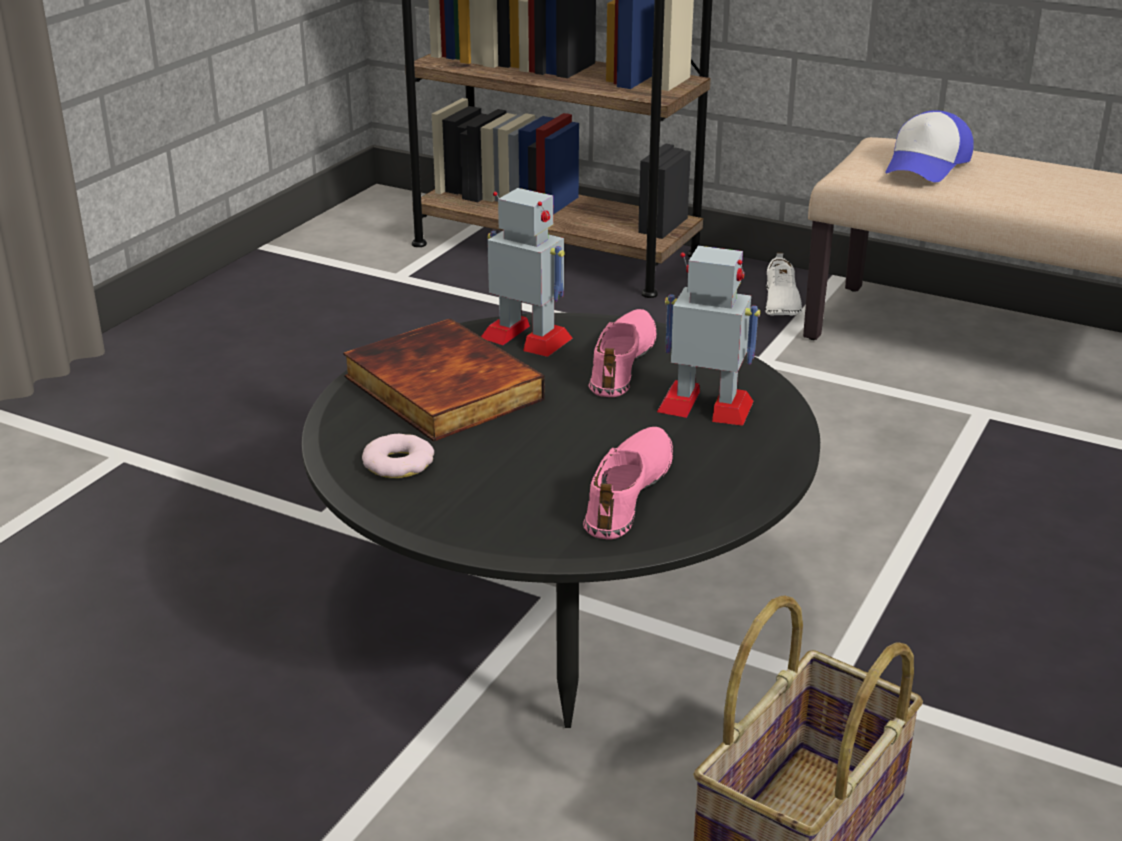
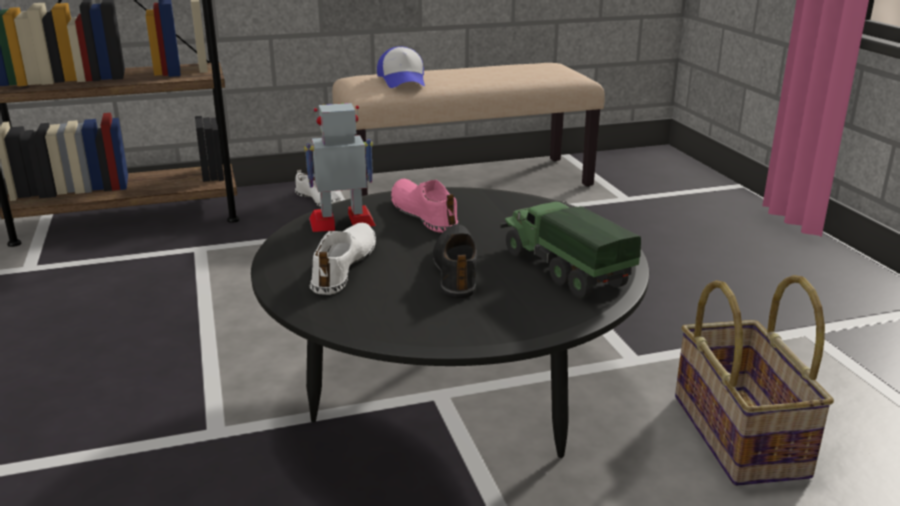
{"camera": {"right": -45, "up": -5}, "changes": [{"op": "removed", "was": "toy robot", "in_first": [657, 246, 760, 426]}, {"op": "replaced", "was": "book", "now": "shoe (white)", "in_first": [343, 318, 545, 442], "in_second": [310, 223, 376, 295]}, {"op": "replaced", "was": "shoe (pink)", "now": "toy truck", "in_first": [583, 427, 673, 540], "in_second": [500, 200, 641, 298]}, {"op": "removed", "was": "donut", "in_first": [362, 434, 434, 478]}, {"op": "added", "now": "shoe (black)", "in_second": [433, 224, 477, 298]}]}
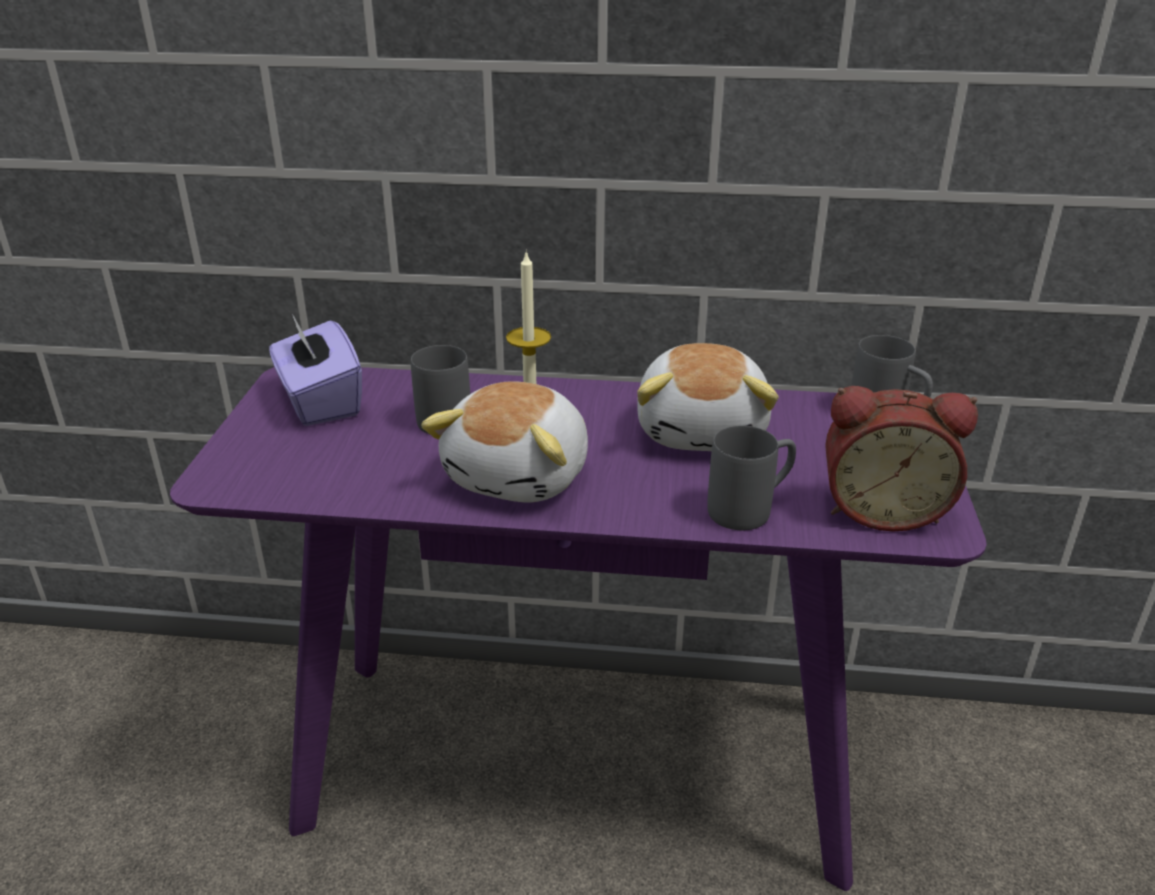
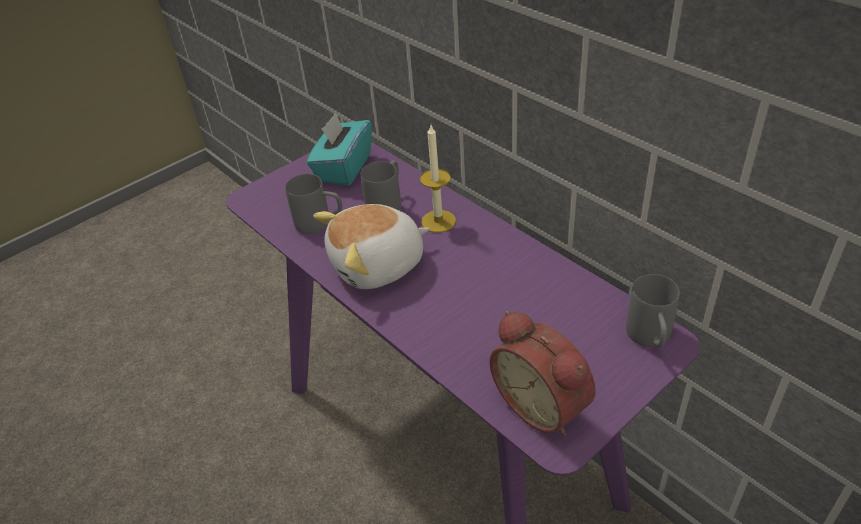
{"camera": {"right": 45, "up": 10}, "changes": [{"op": "recoloured", "was": "tissue box (purple)", "now": "tissue box (turquoise)", "in_first": [269, 314, 362, 426], "in_second": [307, 112, 372, 186]}, {"op": "removed", "was": "plush toy", "in_first": [637, 343, 779, 451]}, {"op": "moved", "was": "mug (grey)", "in_first": [707, 425, 796, 530], "in_second": [285, 174, 342, 234]}]}
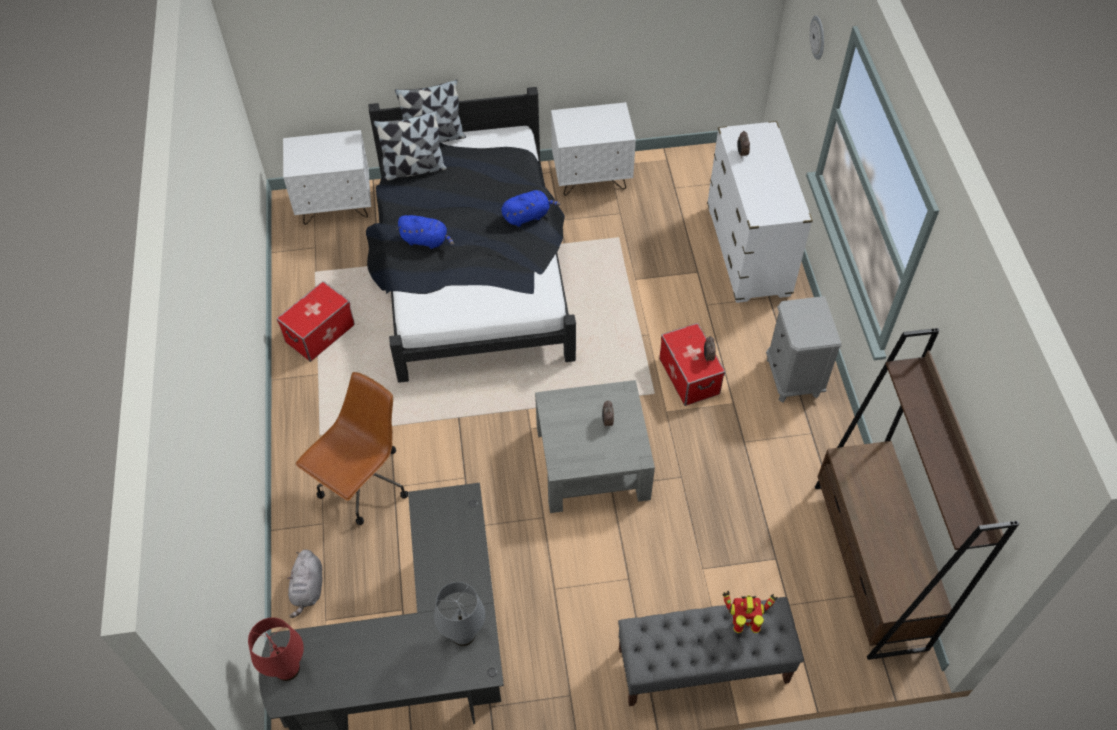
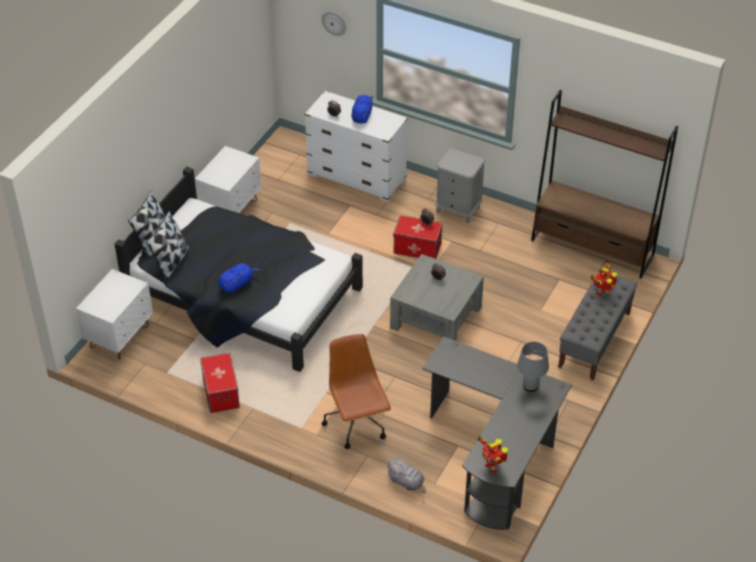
{"camera": {"right": -55, "up": -10}, "changes": [{"op": "moved", "was": "plush toy (blue)", "in_first": [501, 190, 560, 227], "in_second": [351, 95, 373, 123]}, {"op": "replaced", "was": "table lamp (red)", "now": "toy robot", "in_first": [248, 617, 304, 681], "in_second": [478, 435, 508, 473]}]}
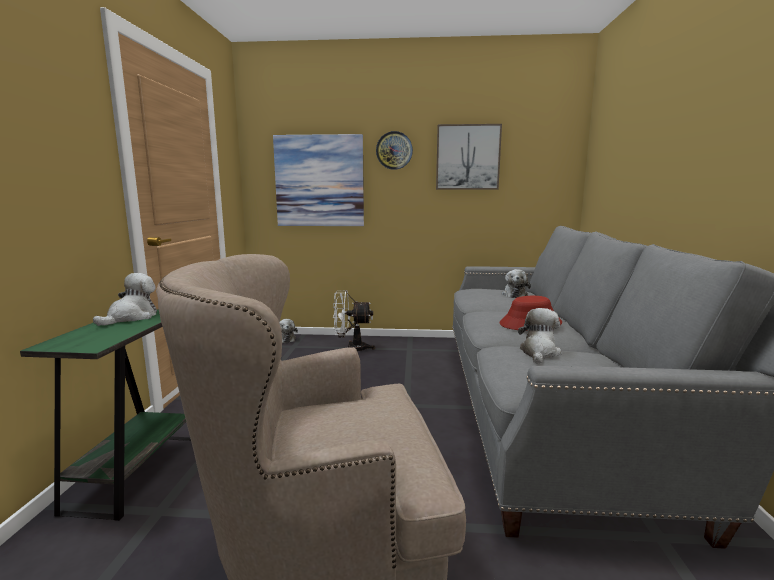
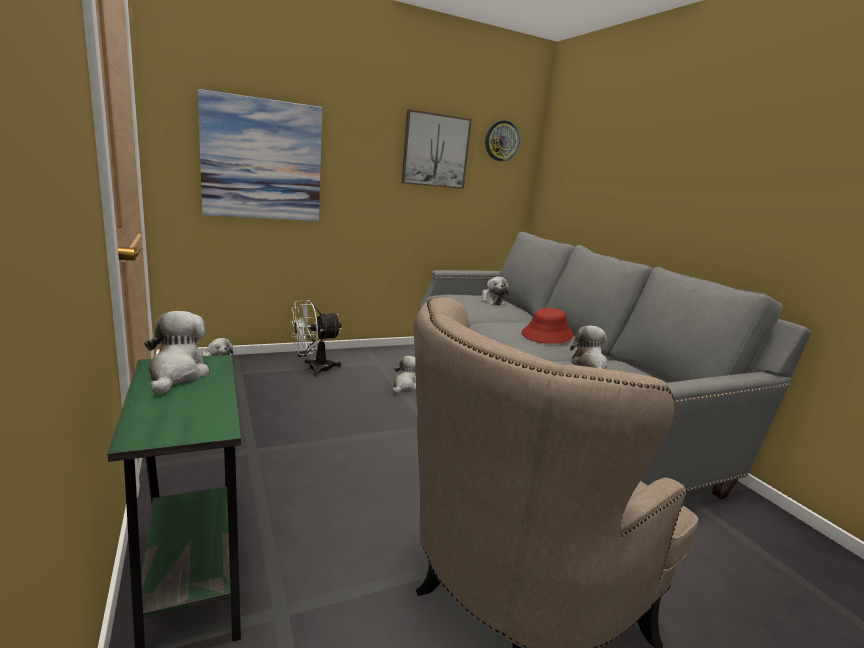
{"camera": {"right": -30, "up": 5}, "changes": [{"op": "moved", "was": "wall clock", "in_first": [376, 131, 413, 170], "in_second": [485, 120, 520, 161]}, {"op": "added", "now": "plush toy", "in_second": [393, 356, 416, 394]}]}
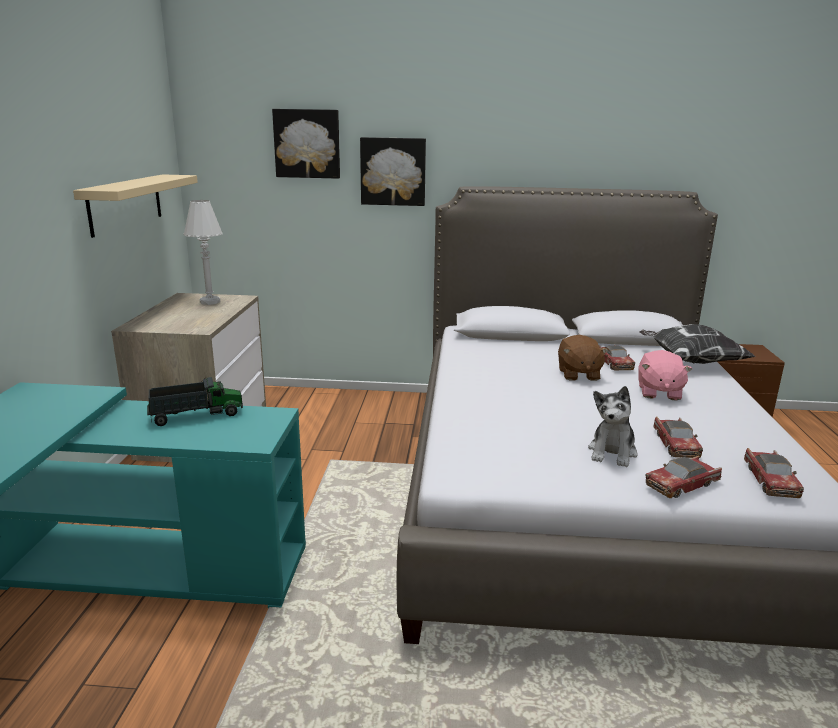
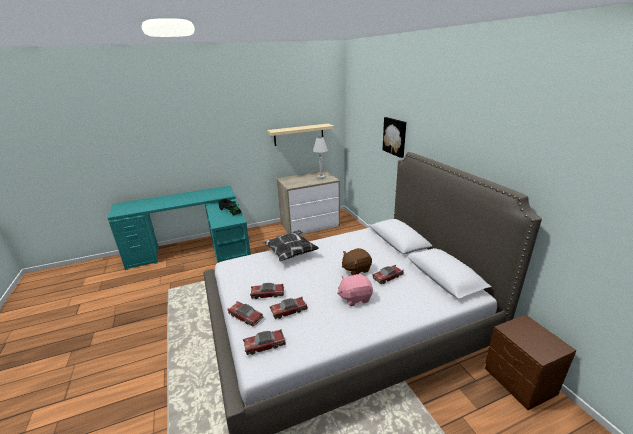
{"camera": {"right": 65, "up": 5}, "changes": [{"op": "removed", "was": "picture", "in_first": [272, 109, 340, 179]}, {"op": "moved", "was": "pillow", "in_first": [639, 324, 755, 364], "in_second": [263, 230, 319, 261]}, {"op": "replaced", "was": "plush toy", "now": "toy car", "in_first": [588, 386, 638, 467], "in_second": [250, 283, 284, 299]}]}
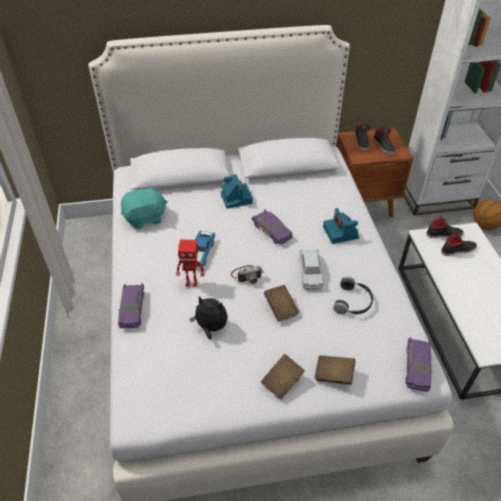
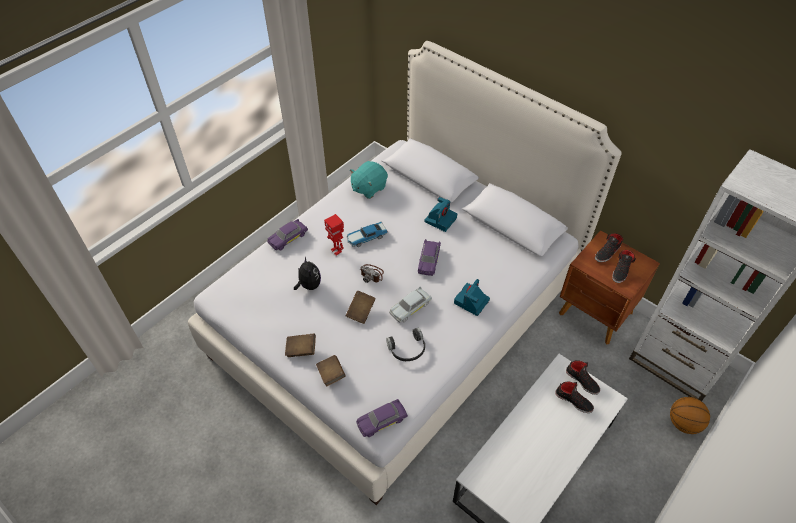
{"camera": {"right": 50, "up": 5}, "changes": [{"op": "turned", "was": "plush toy (turquoise)", "in_first": [121, 185, 168, 229], "in_second": [350, 161, 388, 199], "clockwise": 105}]}
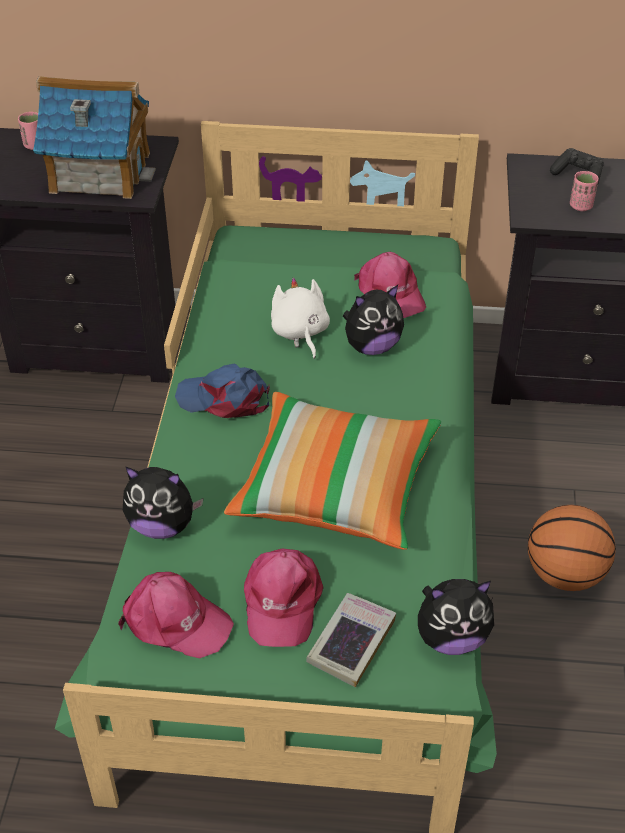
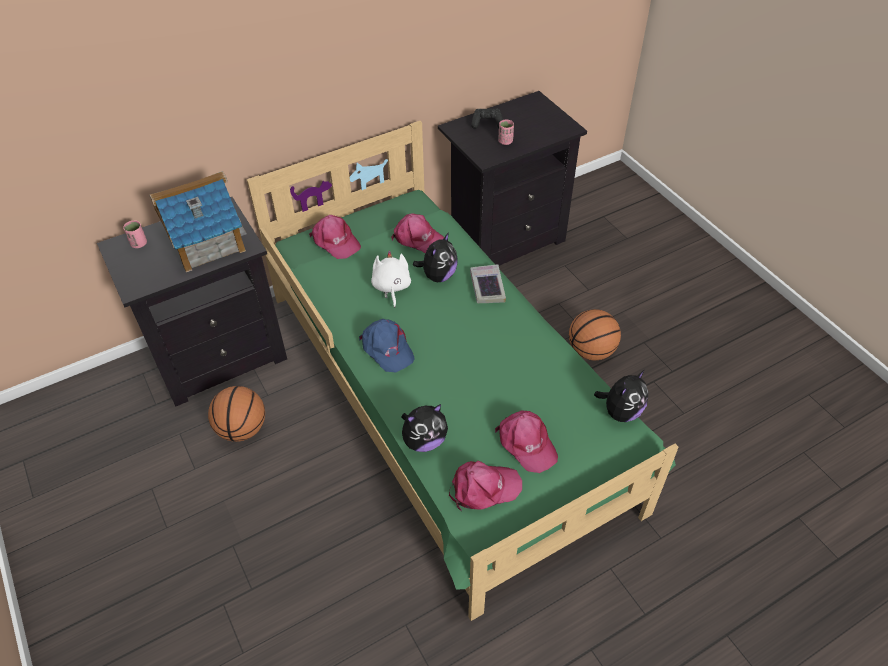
{"camera": {"right": -35, "up": 5}, "changes": [{"op": "turned", "was": "plush toy (white)", "in_first": [271, 277, 330, 359], "in_second": [371, 251, 411, 308], "clockwise": 45}, {"op": "turned", "was": "cap (blue)", "in_first": [175, 363, 270, 418], "in_second": [359, 319, 415, 372], "clockwise": -105}, {"op": "removed", "was": "pillow", "in_first": [224, 392, 442, 550]}, {"op": "moved", "was": "book", "in_first": [306, 593, 396, 687], "in_second": [470, 264, 506, 303]}, {"op": "added", "now": "cap (pink)", "in_second": [309, 215, 361, 259]}, {"op": "added", "now": "basketball", "in_second": [208, 386, 265, 442]}]}
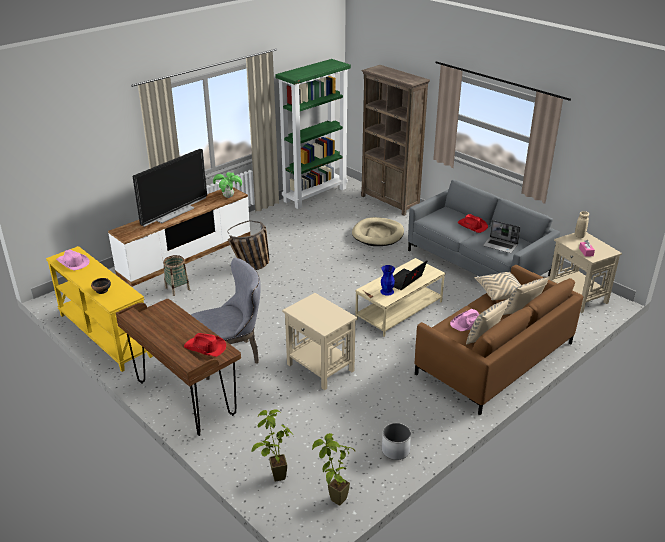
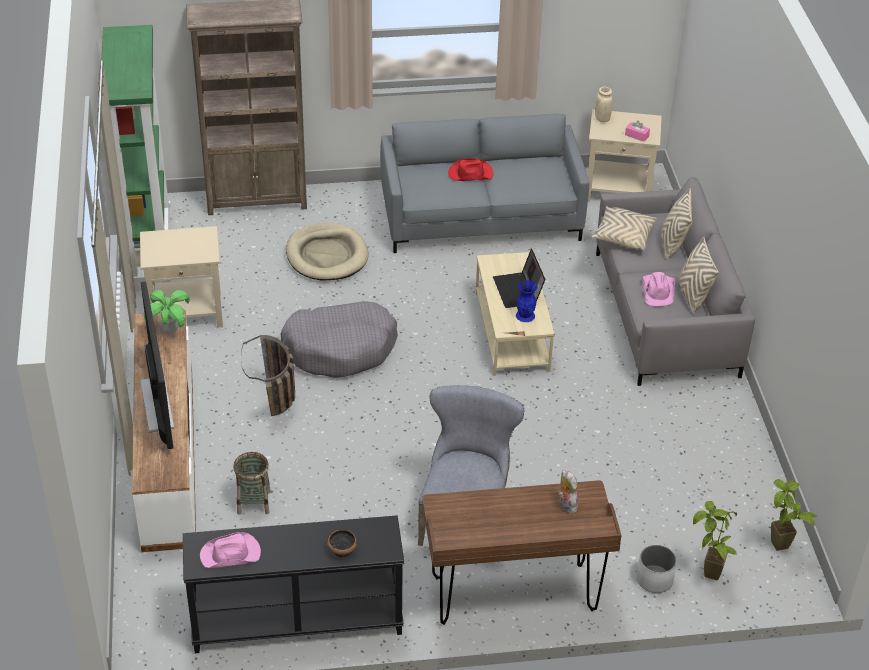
{"camera": {"right": -55, "up": 10}, "changes": [{"op": "removed", "was": "laptop", "in_first": [483, 220, 521, 253]}, {"op": "recoloured", "was": "console table (yellow)", "now": "console table (black)", "in_first": [46, 246, 153, 372], "in_second": [183, 515, 404, 653]}, {"op": "recoloured", "was": "sofa (brown)", "now": "sofa (grey)", "in_first": [415, 265, 583, 415], "in_second": [596, 177, 755, 386]}, {"op": "moved", "was": "side table (beige)", "in_first": [282, 293, 357, 390], "in_second": [140, 226, 223, 328]}, {"op": "replaced", "was": "hat (red)", "now": "plush toy", "in_first": [184, 333, 226, 357], "in_second": [559, 470, 578, 513]}, {"op": "moved", "was": "planter (white)", "in_first": [382, 423, 411, 460], "in_second": [636, 545, 677, 593]}, {"op": "added", "now": "dog bed (grey)", "in_second": [281, 301, 398, 378]}]}
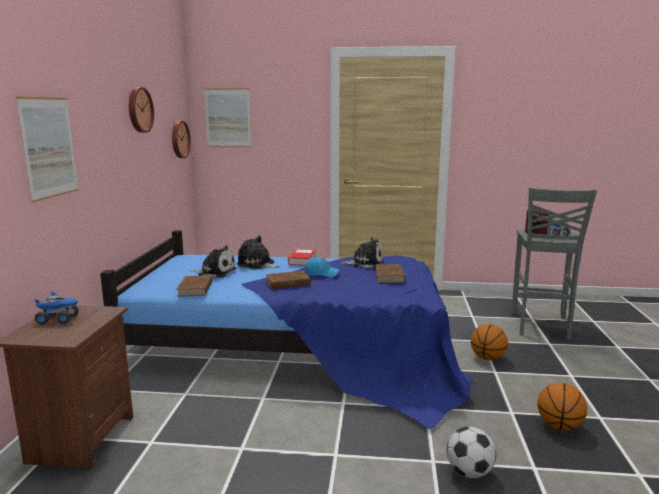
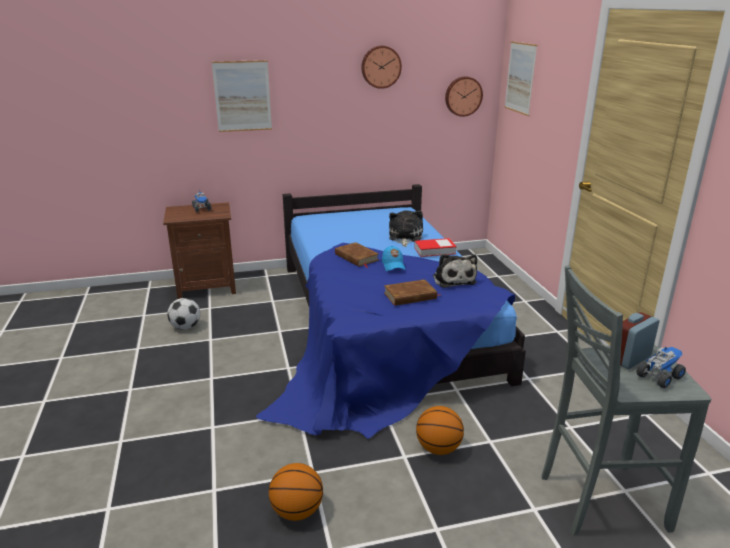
{"camera": {"right": 70, "up": 10}, "changes": [{"op": "removed", "was": "plush toy", "in_first": [190, 245, 236, 278]}, {"op": "removed", "was": "book (brown)", "in_first": [177, 276, 212, 297]}, {"op": "moved", "was": "football", "in_first": [447, 427, 496, 478], "in_second": [167, 298, 200, 330]}]}
